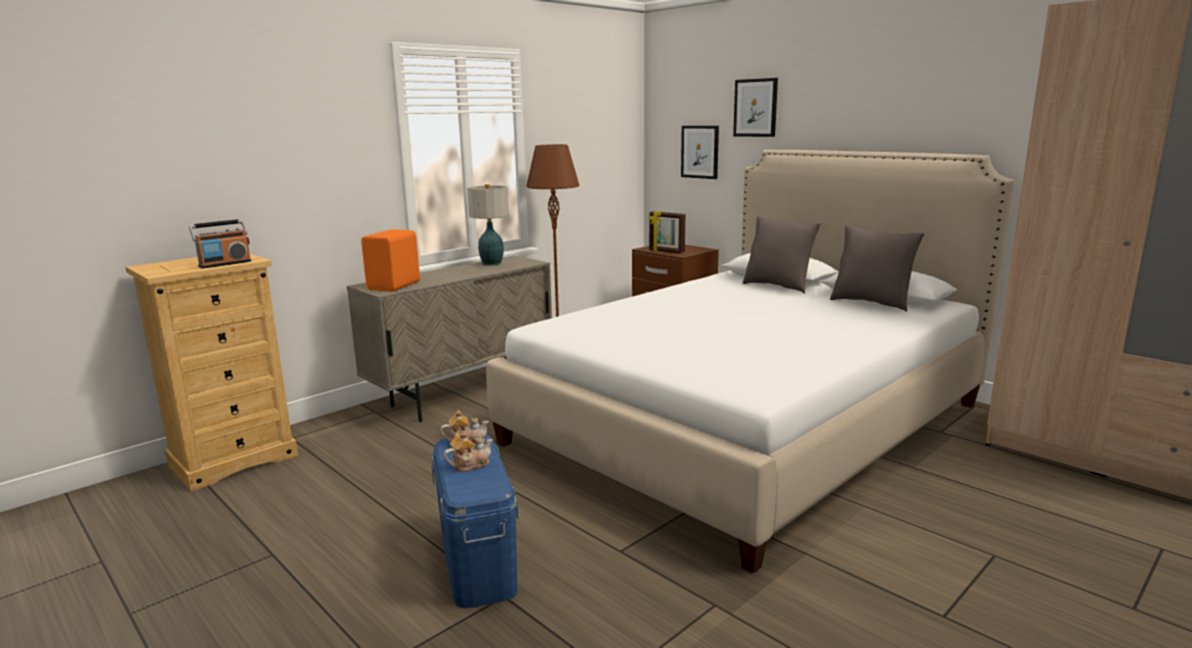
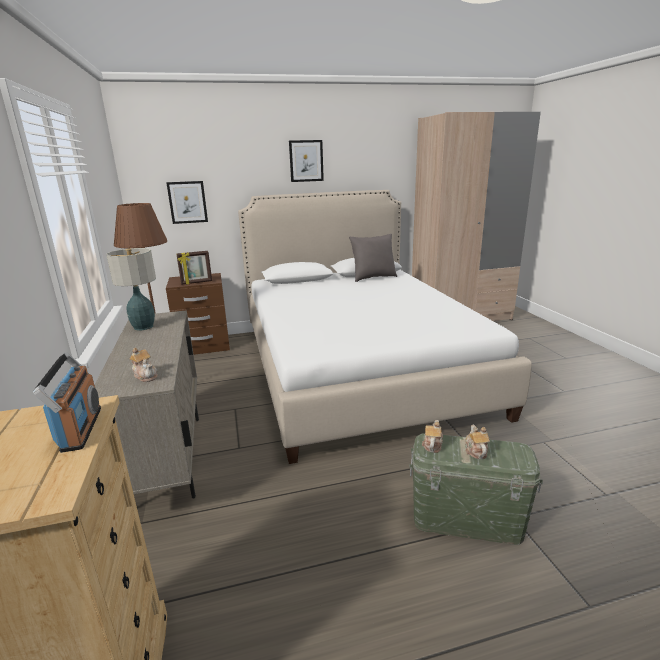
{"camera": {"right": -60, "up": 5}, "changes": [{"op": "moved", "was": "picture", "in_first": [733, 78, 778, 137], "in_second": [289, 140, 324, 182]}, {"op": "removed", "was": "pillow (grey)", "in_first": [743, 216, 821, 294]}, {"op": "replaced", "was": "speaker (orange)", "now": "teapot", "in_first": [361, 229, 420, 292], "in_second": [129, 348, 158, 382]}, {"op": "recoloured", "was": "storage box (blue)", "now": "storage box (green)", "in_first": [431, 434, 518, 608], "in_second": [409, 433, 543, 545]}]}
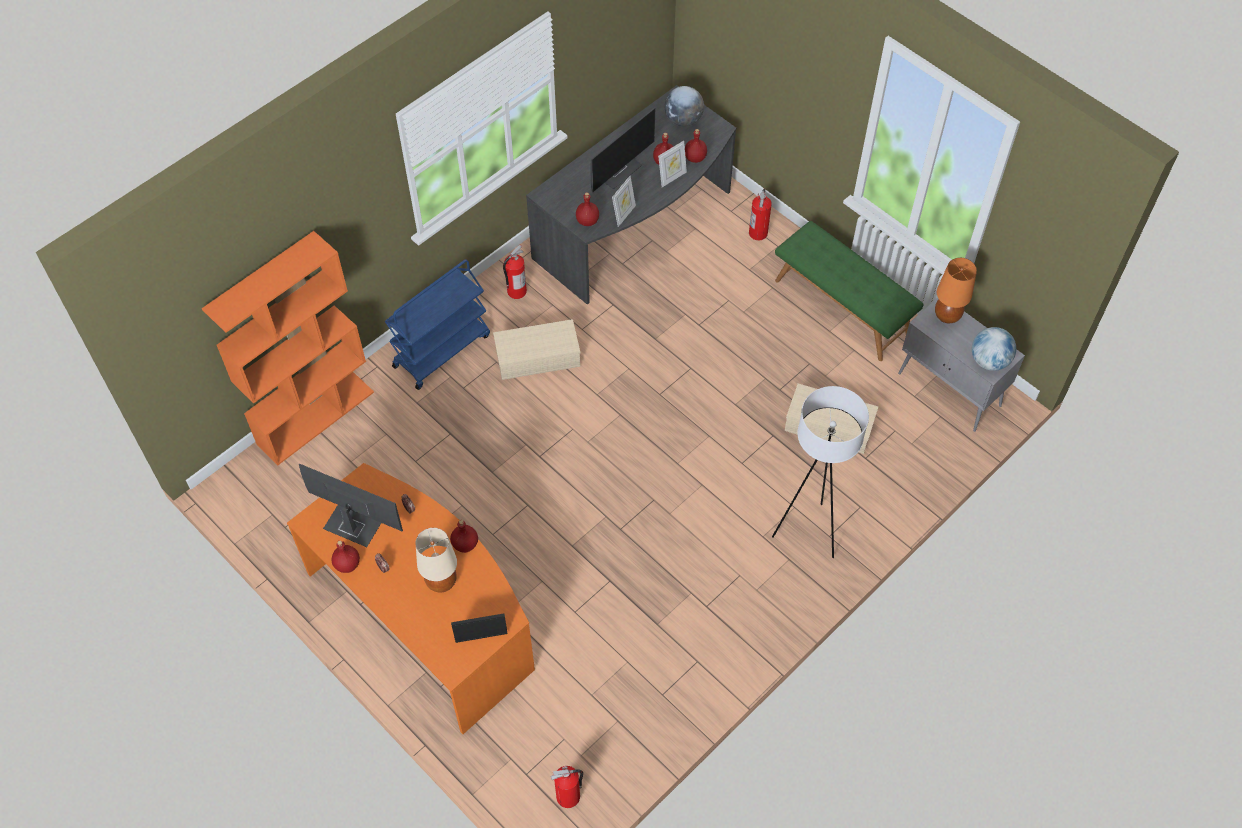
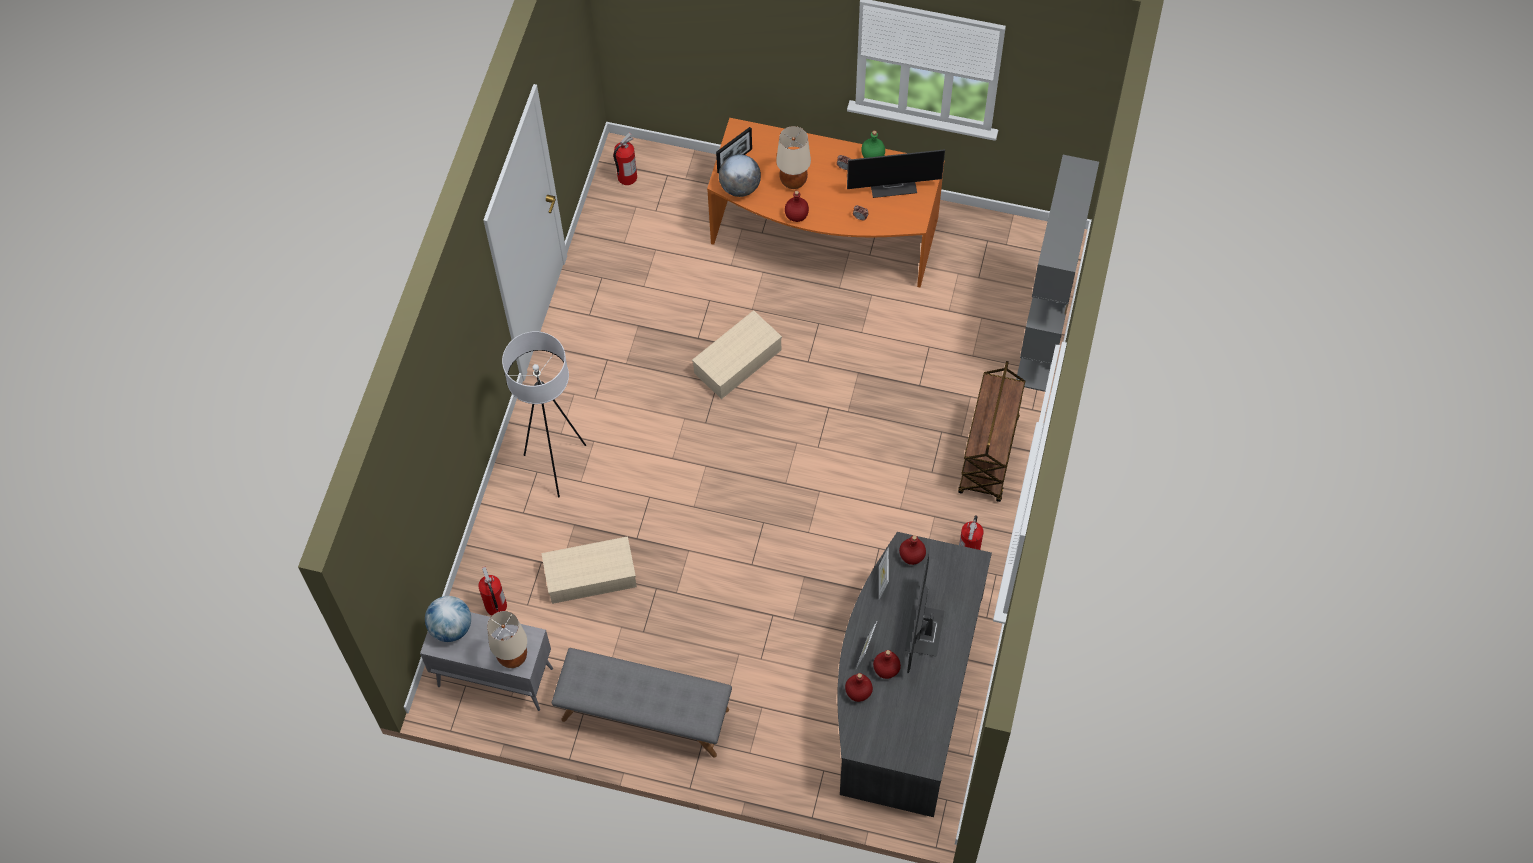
{"camera": {"right": 150, "up": 5}, "changes": [{"op": "moved", "was": "globe", "in_first": [664, 86, 704, 126], "in_second": [719, 154, 761, 197]}, {"op": "moved", "was": "fire extinguisher", "in_first": [749, 189, 772, 240], "in_second": [478, 567, 507, 615]}, {"op": "recoloured", "was": "bench (green)", "now": "bench (grey)", "in_first": [775, 221, 923, 361], "in_second": [552, 648, 732, 758]}, {"op": "recoloured", "was": "bookcase (orange)", "now": "bookcase (grey)", "in_first": [202, 231, 374, 466], "in_second": [1016, 155, 1099, 392]}, {"op": "recoloured", "was": "table lamp (orange)", "now": "table lamp (beige)", "in_first": [935, 258, 977, 323], "in_second": [487, 611, 528, 668]}, {"op": "recoloured", "was": "cart (blue)", "now": "cart (brown)", "in_first": [385, 259, 490, 390], "in_second": [958, 361, 1025, 502]}, {"op": "moved", "was": "storage box (beige)", "in_first": [493, 319, 580, 380], "in_second": [692, 310, 782, 399]}, {"op": "recoloured", "was": "bottle (red)", "now": "bottle (green)", "in_first": [332, 541, 360, 573], "in_second": [861, 131, 885, 158]}]}
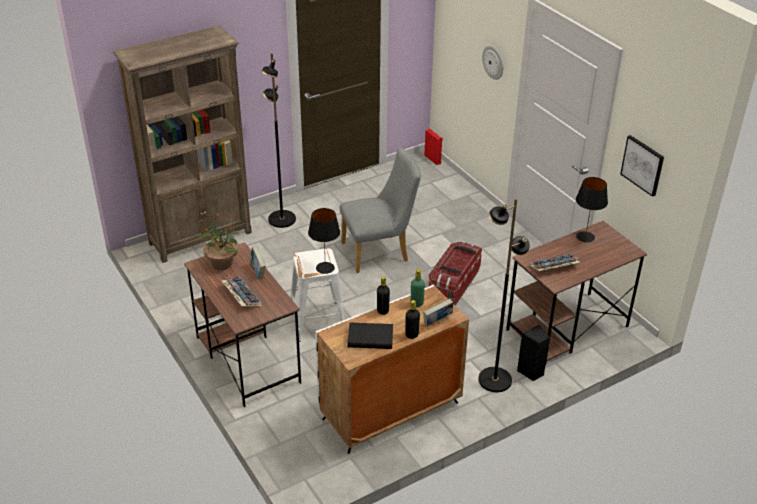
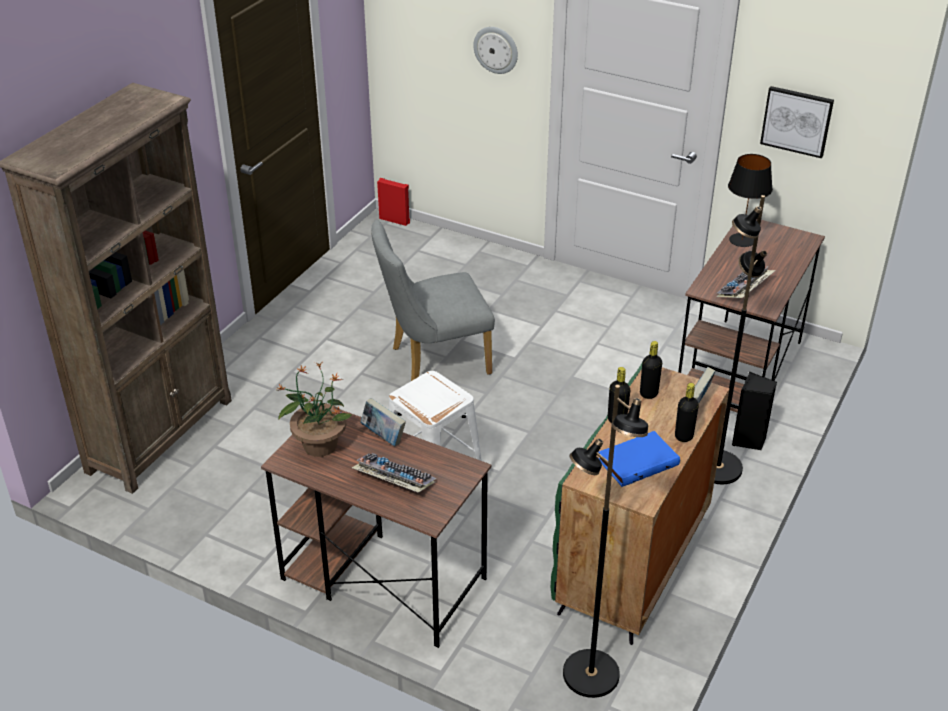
{"camera": {"right": -30, "up": 0}, "changes": [{"op": "moved", "was": "floor lamp (black)", "in_first": [262, 53, 296, 228], "in_second": [563, 385, 648, 698]}, {"op": "turned", "was": "chair (grey)", "in_first": [340, 148, 421, 273], "in_second": [371, 220, 495, 381], "clockwise": -150}, {"op": "removed", "was": "table lamp (black)", "in_first": [308, 208, 340, 274]}, {"op": "removed", "was": "storage box", "in_first": [429, 242, 482, 305]}, {"op": "recoloured", "was": "bottle (green)", "now": "bottle (black)", "in_first": [411, 269, 425, 307], "in_second": [640, 341, 662, 399]}, {"op": "recoloured", "was": "cabinet (white)", "now": "cabinet (green)", "in_first": [315, 284, 469, 454], "in_second": [551, 361, 730, 645]}, {"op": "recoloured", "was": "book (black)", "now": "book (blue)", "in_first": [347, 322, 393, 349], "in_second": [598, 431, 680, 487]}]}
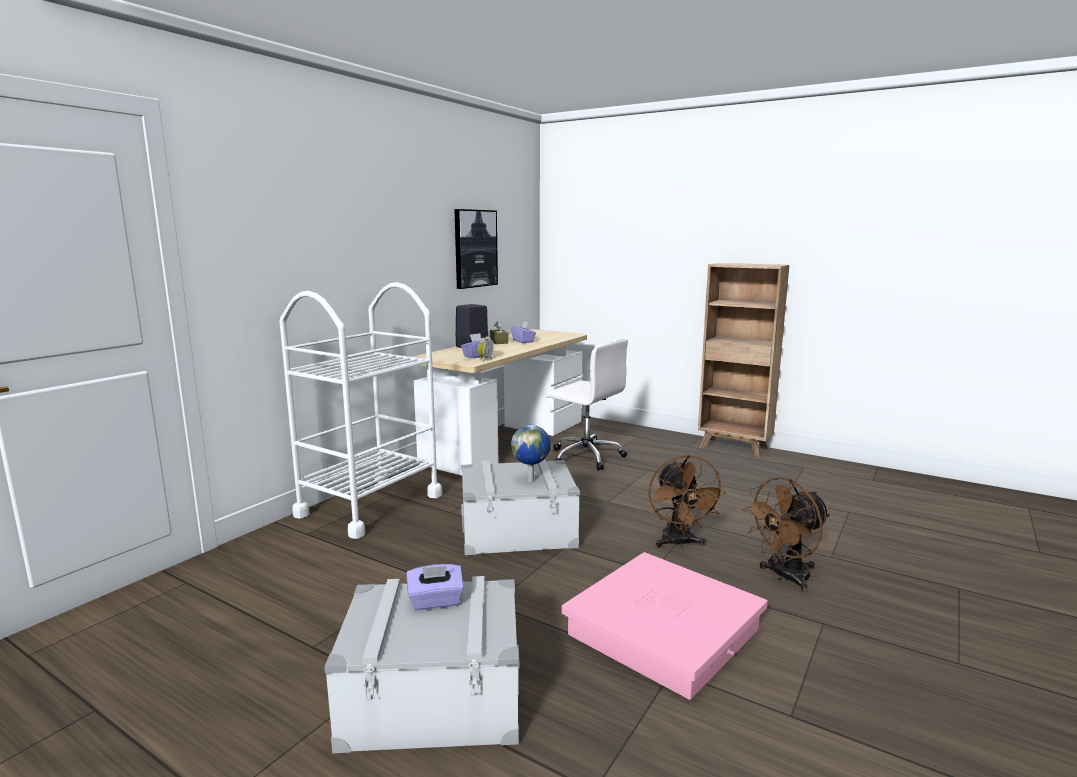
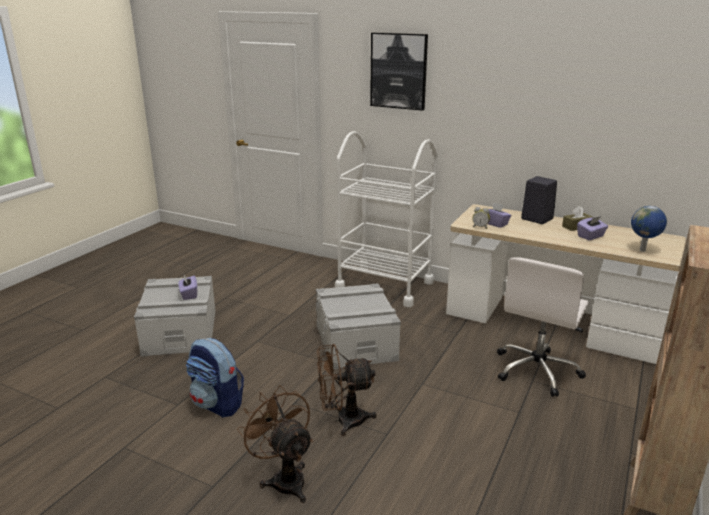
{"camera": {"right": 85, "up": 10}, "changes": [{"op": "moved", "was": "picture", "in_first": [455, 209, 498, 289], "in_second": [370, 32, 428, 111]}, {"op": "moved", "was": "globe", "in_first": [511, 425, 550, 482], "in_second": [631, 206, 667, 252]}, {"op": "replaced", "was": "storage box (pink)", "now": "backpack", "in_first": [562, 552, 768, 700], "in_second": [186, 338, 244, 417]}]}
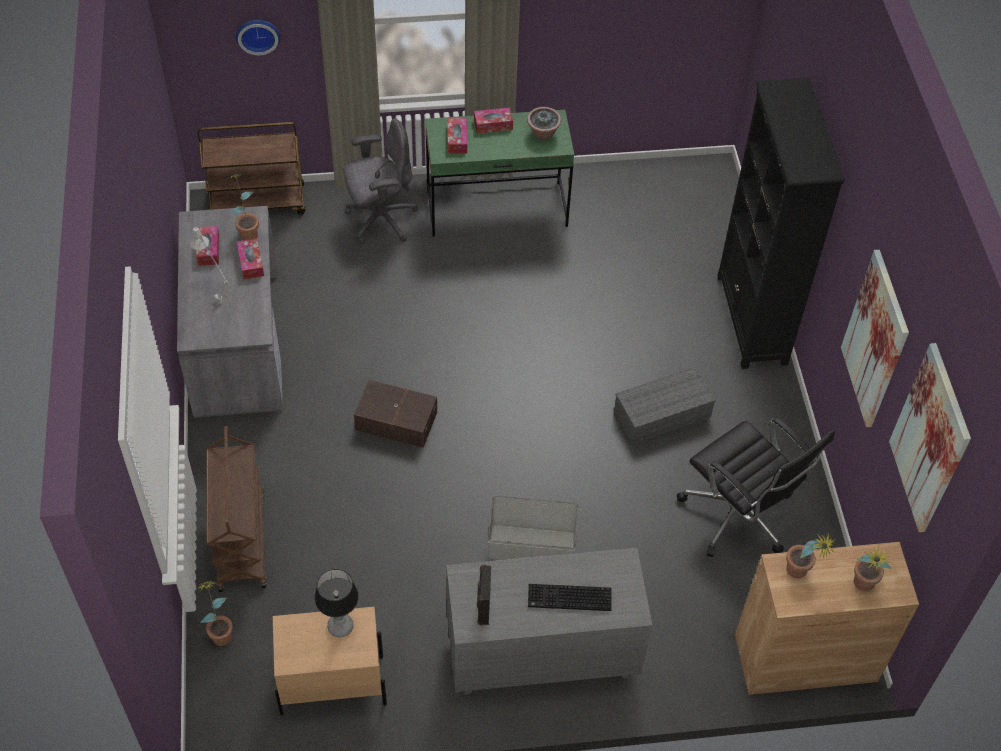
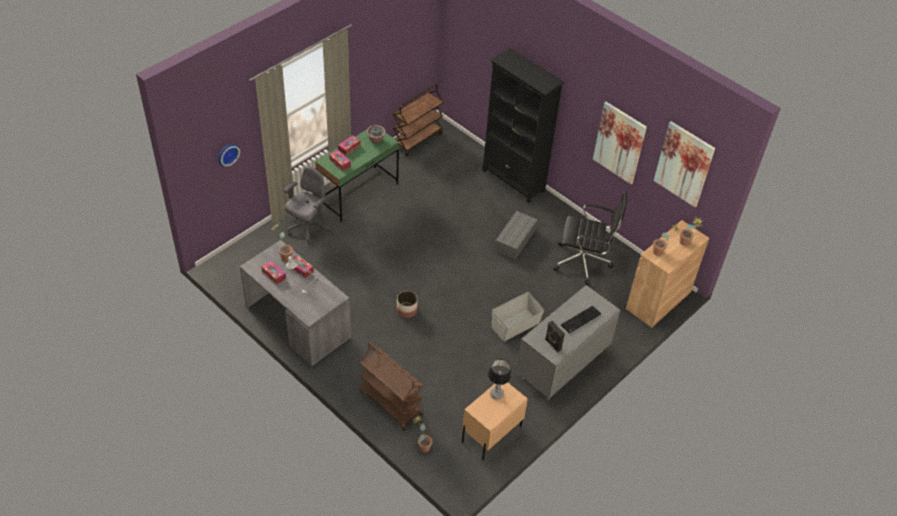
{"camera": {"right": -40, "up": -5}, "changes": [{"op": "moved", "was": "cart (brown)", "in_first": [198, 122, 305, 215], "in_second": [393, 84, 444, 156]}, {"op": "replaced", "was": "storage box (brown)", "now": "planter", "in_first": [354, 380, 437, 448], "in_second": [397, 291, 418, 318]}]}
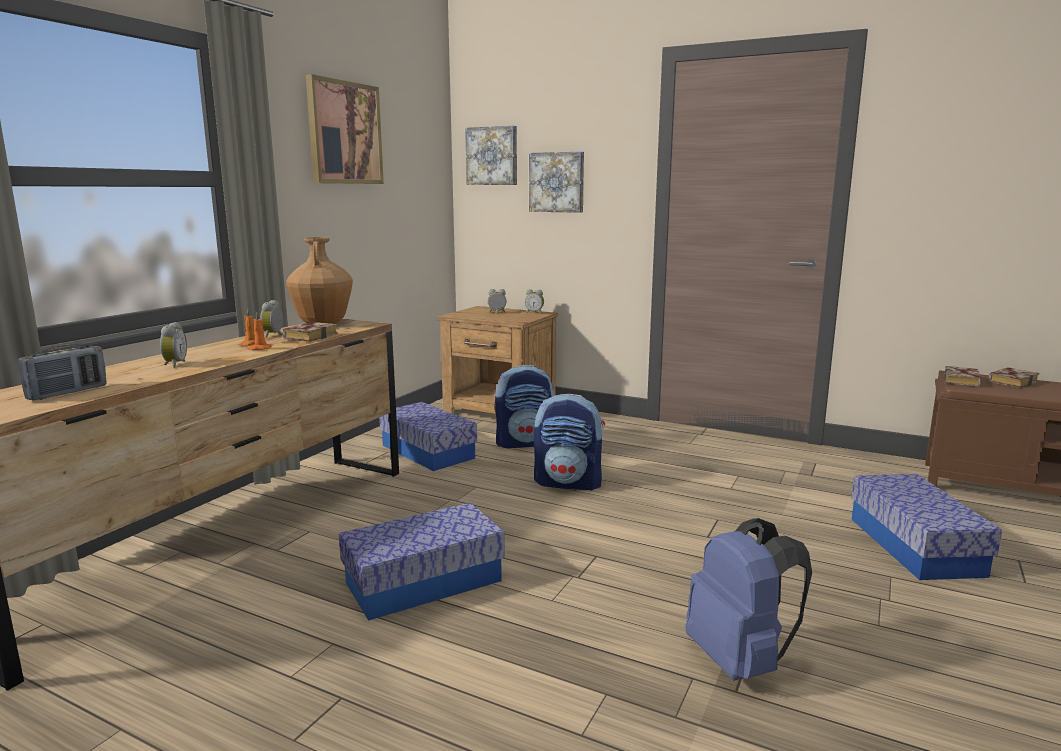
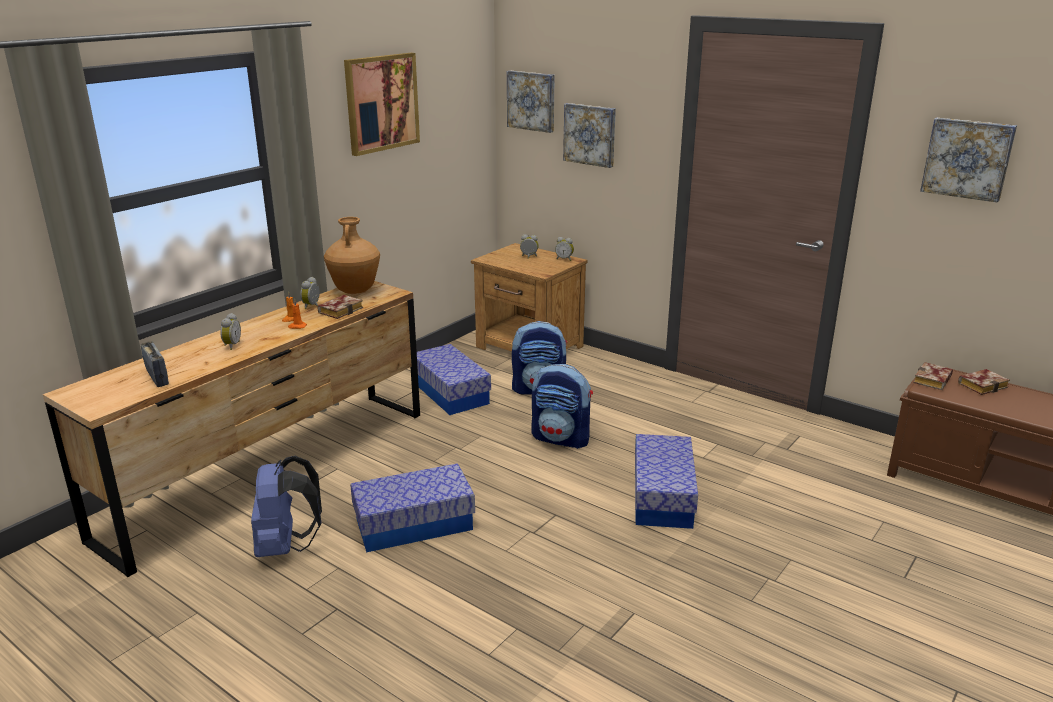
{"camera": {"right": 10, "up": 10}, "changes": [{"op": "turned", "was": "radio", "in_first": [18, 344, 107, 400], "in_second": [141, 341, 169, 387], "clockwise": -75}, {"op": "moved", "was": "storage box", "in_first": [851, 474, 1002, 580], "in_second": [635, 434, 698, 529]}, {"op": "moved", "was": "backpack (blue)", "in_first": [685, 518, 812, 681], "in_second": [251, 456, 322, 557]}, {"op": "added", "now": "picture", "in_second": [920, 118, 1017, 203]}]}
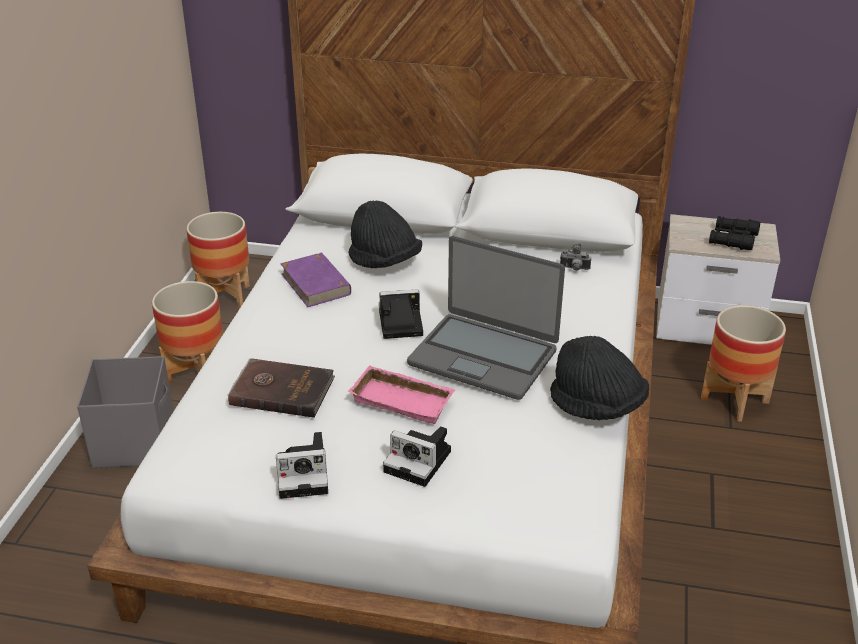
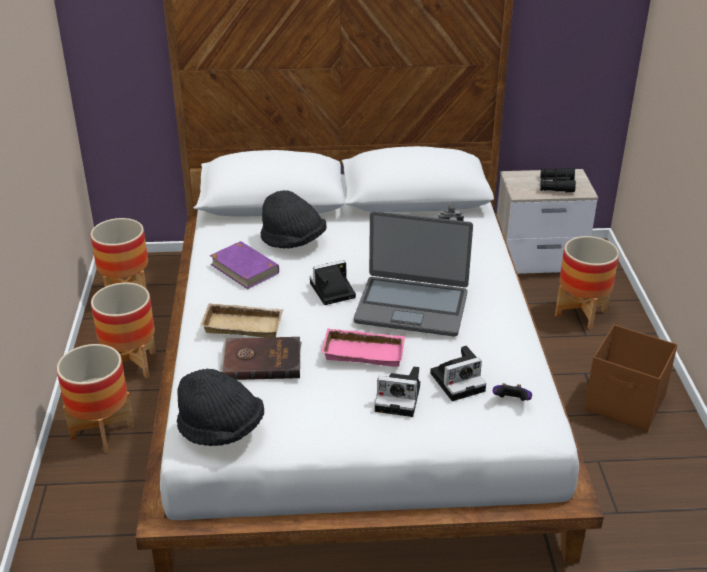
{"camera": {"right": -15, "up": 0}, "changes": [{"op": "moved", "was": "hat (black)", "in_first": [550, 336, 649, 420], "in_second": [177, 369, 264, 446]}, {"op": "replaced", "was": "storage box (grey)", "now": "planter", "in_first": [77, 356, 174, 468], "in_second": [57, 344, 134, 453]}, {"op": "moved", "was": "photo camera", "in_first": [276, 432, 328, 499], "in_second": [430, 346, 486, 401]}, {"op": "added", "now": "tray (beige)", "in_second": [200, 303, 284, 337]}, {"op": "added", "now": "storage box (brown)", "in_second": [584, 324, 677, 432]}, {"op": "added", "now": "game controller", "in_second": [493, 383, 532, 401]}]}
